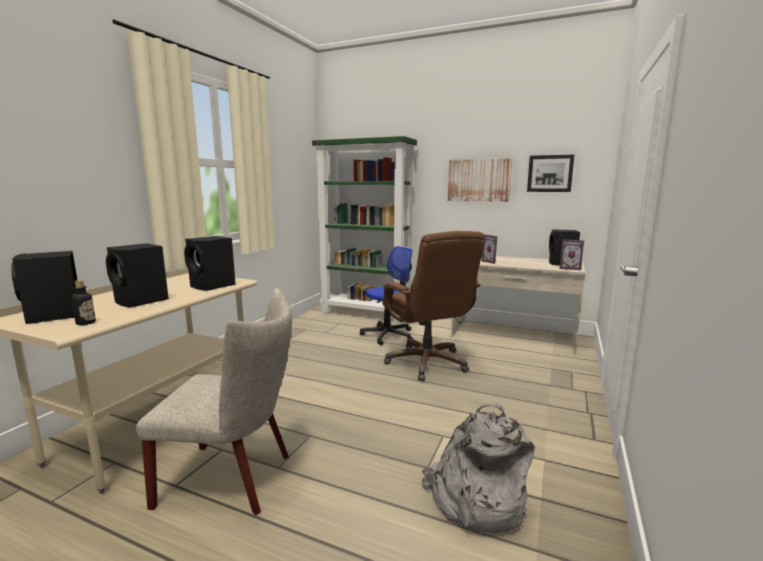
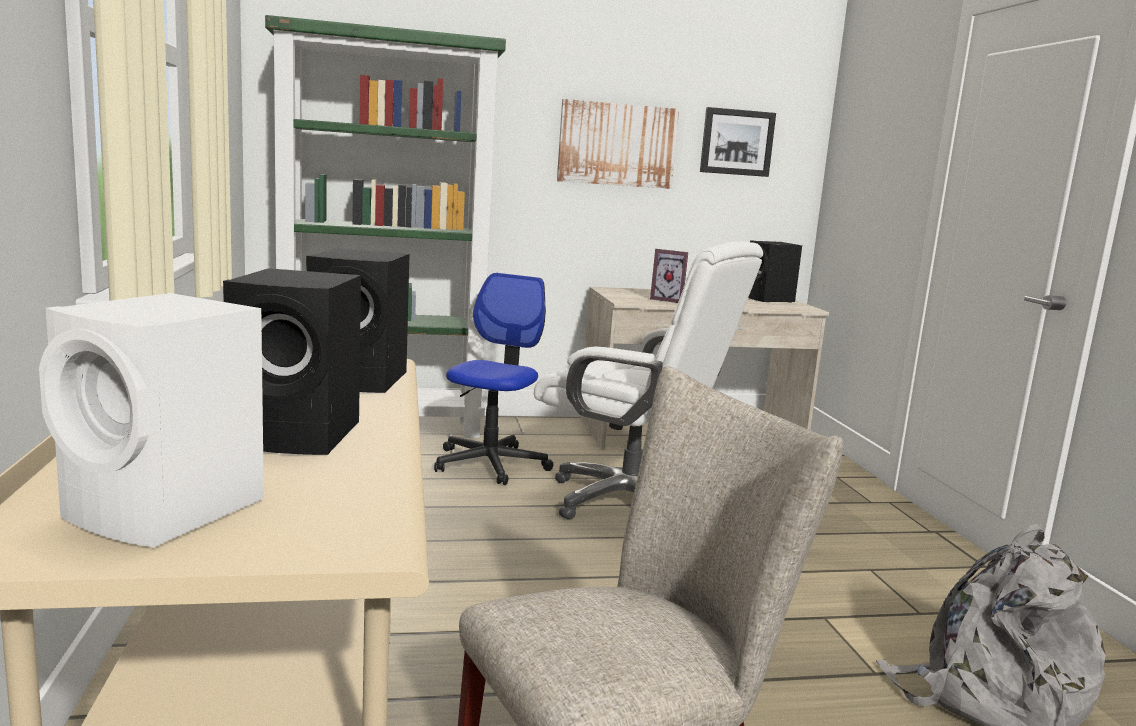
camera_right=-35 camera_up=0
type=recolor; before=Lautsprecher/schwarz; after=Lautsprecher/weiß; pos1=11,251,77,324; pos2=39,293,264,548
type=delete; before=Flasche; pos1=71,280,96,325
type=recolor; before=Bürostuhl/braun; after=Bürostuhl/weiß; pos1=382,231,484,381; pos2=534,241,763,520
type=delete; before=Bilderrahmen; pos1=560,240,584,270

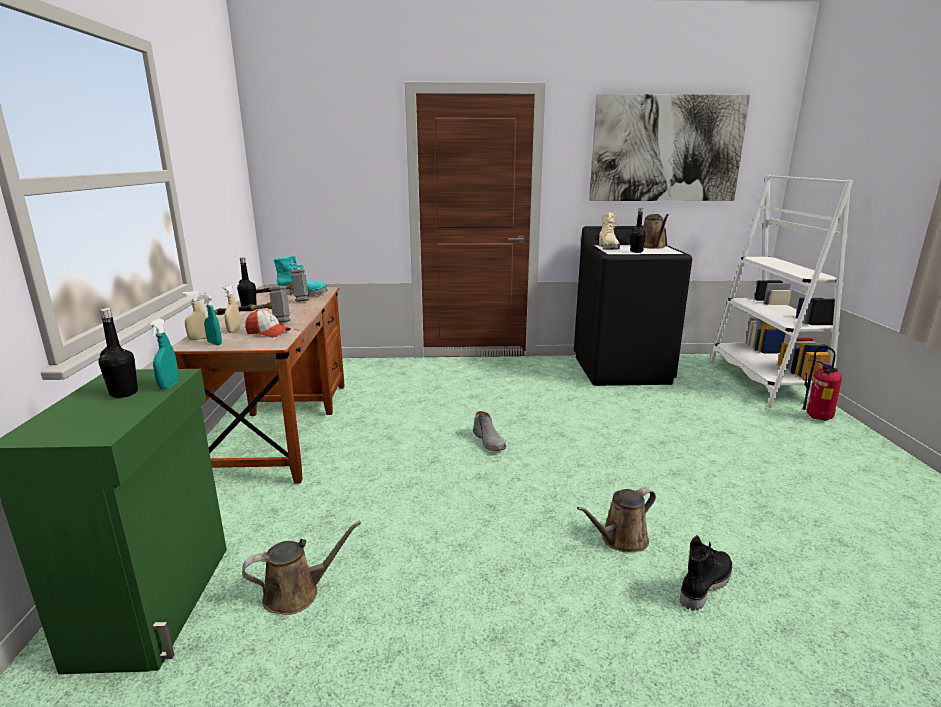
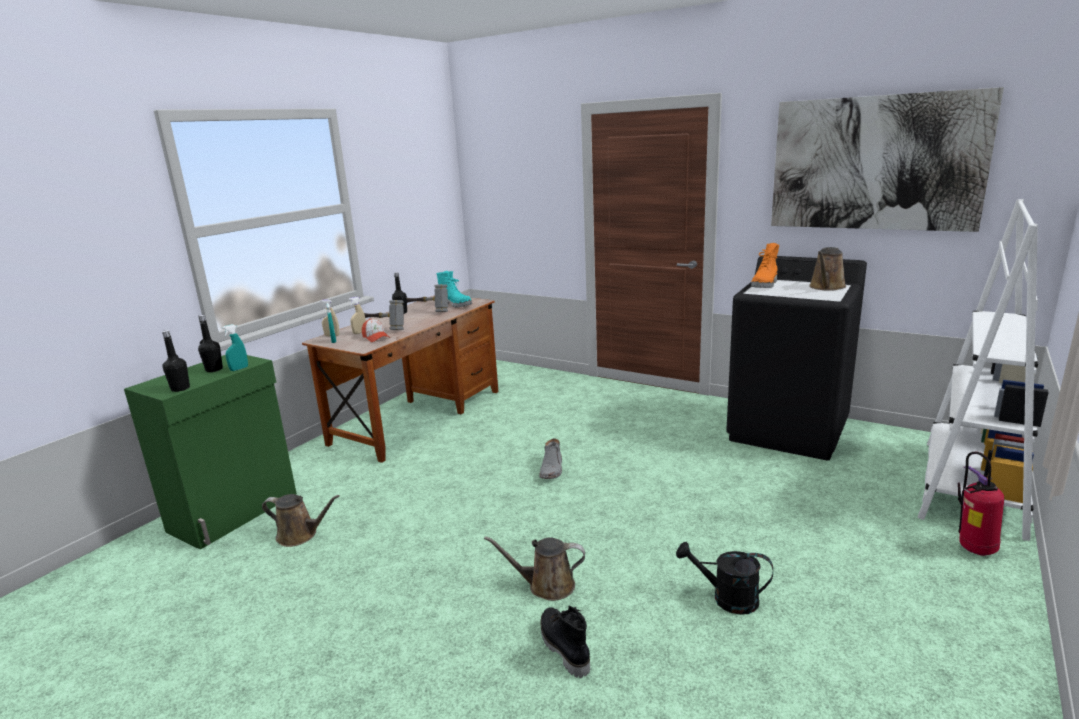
camera_right=35 camera_up=0
type=recolor; before=Stiefel/beige; after=Stiefel/orange; pos1=599,212,620,250; pos2=751,243,779,288
type=move; before=Flasche/schwarz; pos1=630,208,646,253; pos2=162,330,190,392
type=rotate; before=Stiefel/schwarz; pos1=680,535,732,611; pos2=541,605,590,678; turn=-105
type=insert; after=Gießkanne/schwarz; pos2=676,542,773,615

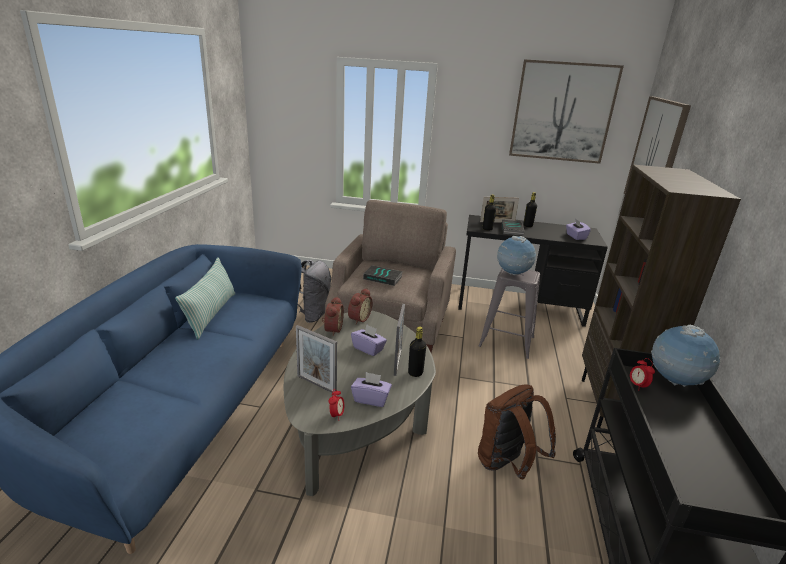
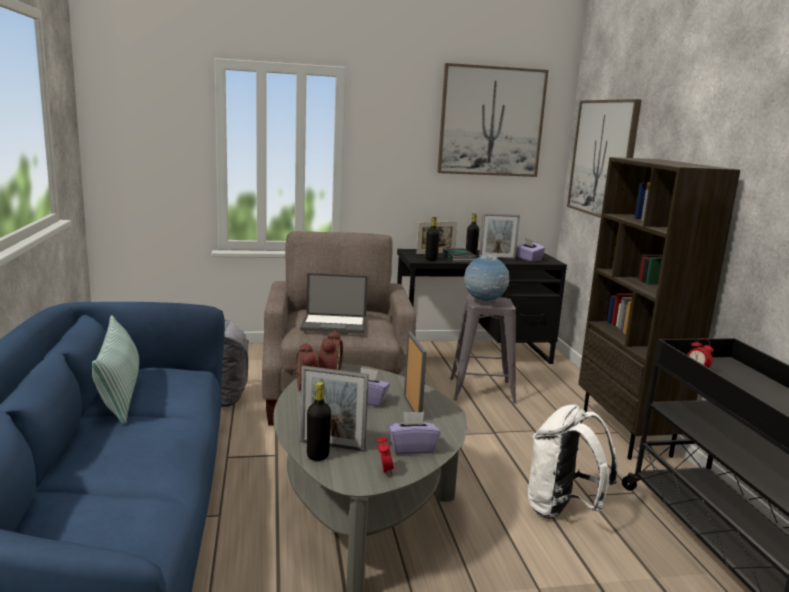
camera_right=-20 camera_up=-10
type=replace; before=Buch; after=Laptop; pos1=363,265,403,286; pos2=300,273,368,334
type=move; before=Flasche/schwarz; pos1=408,326,426,377; pos2=307,382,331,461
type=recolor; before=Rucksack/braun; after=Rucksack/weiß; pos1=478,384,556,479; pos2=528,404,618,519
type=delete; before=Globus; pos1=651,325,721,387
type=insert; after=Bilderrahmen; pos2=479,213,520,259

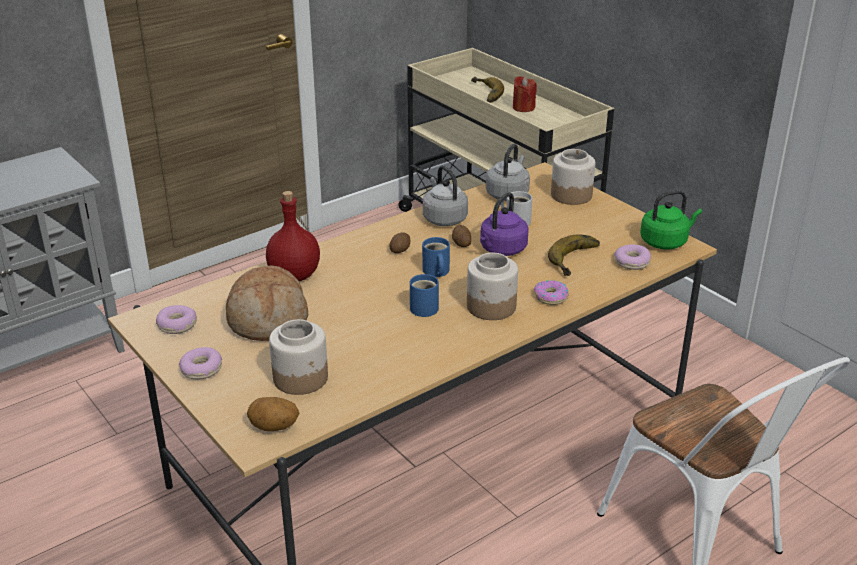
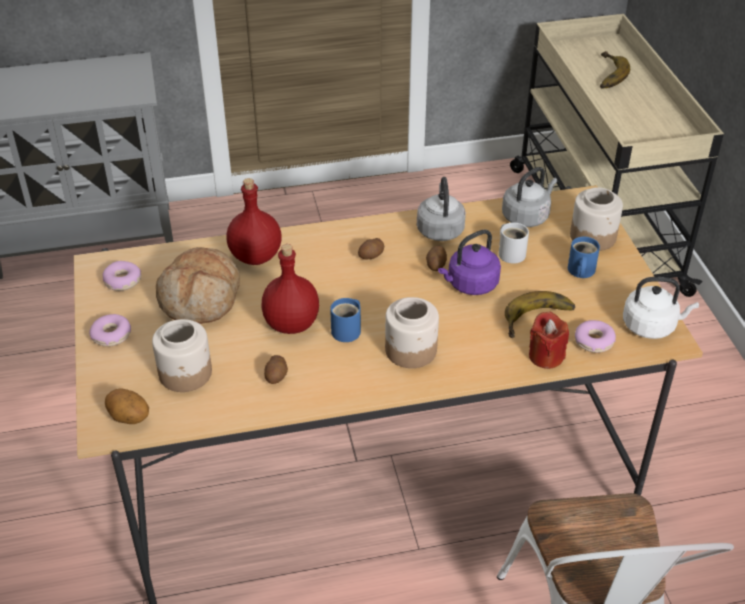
camera_right=25 camera_up=10
type=move; before=Henkelbecher/blau; pos1=422,237,450,277; pos2=568,237,600,278
type=move; before=Kerze/rot; pos1=513,76,537,112; pos2=529,311,569,369
type=delete; before=Donut; pos1=534,280,568,305
type=recolor; before=Wasserkessel/grün; after=Wasserkessel/weiß; pos1=640,190,702,250; pos2=623,277,699,339
type=insert; after=Flasche/rot; pos2=261,244,319,334
type=insert; after=Kartoffel; pos2=264,355,288,384

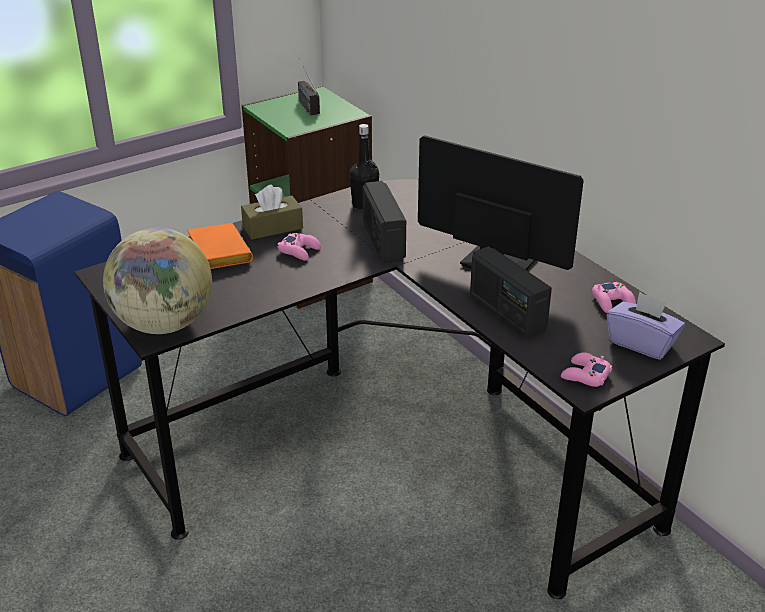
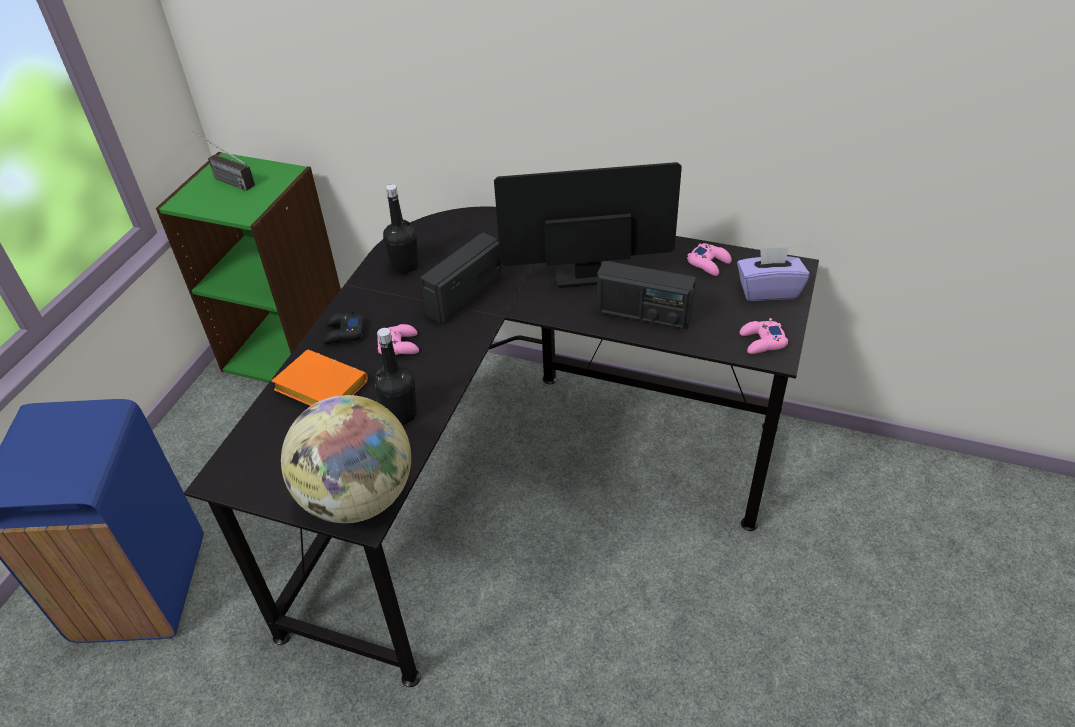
camera_right=-35 camera_up=10
type=replace; before=Taschentuchbox/braun; after=Gamepad/schwarz; pos1=241,185,303,239; pos2=323,310,364,344
type=rotate; before=Radio; pos1=363,181,406,263; pos2=420,232,502,324; turn=90
type=insert; after=Flasche/schwarz; pos2=374,328,417,425

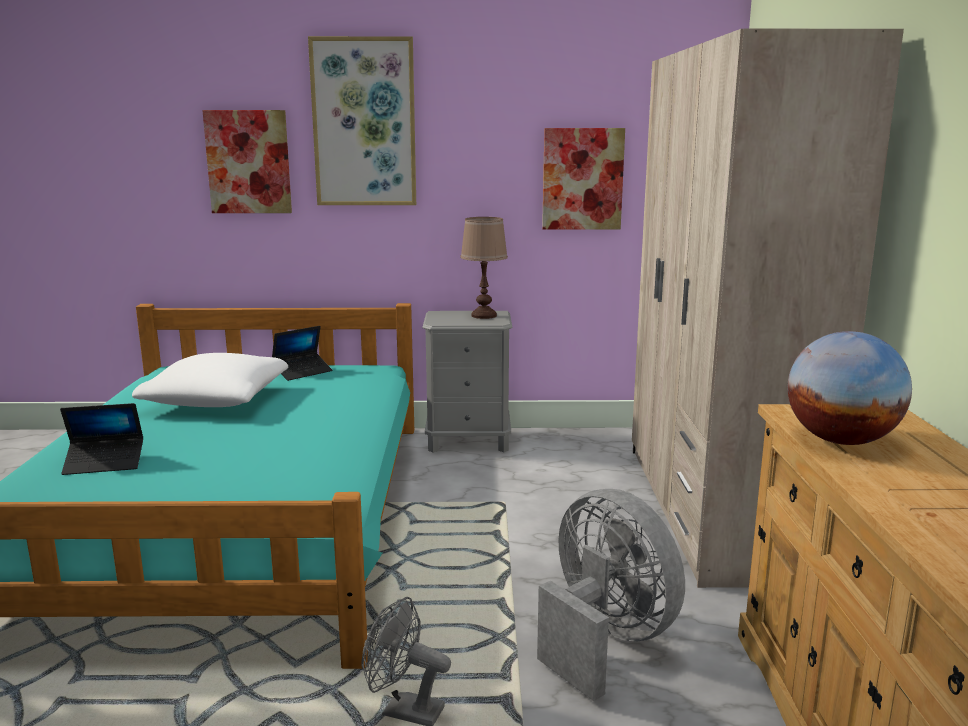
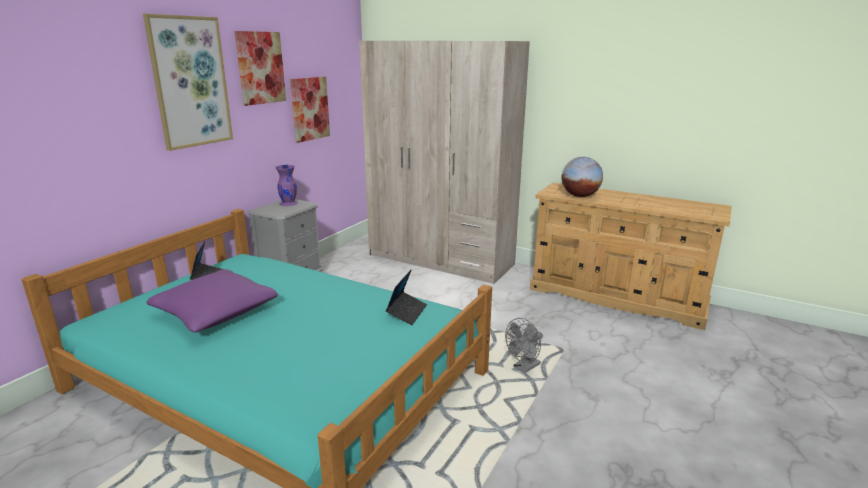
camera_right=-60 camera_up=5
type=move; before=Laptop; pos1=60,403,143,475; pos2=386,269,427,325
type=recolor; before=Kissen/weiß; after=Kissen/lila; pos1=132,353,288,407; pos2=146,269,278,333
type=move; before=Bild; pos1=202,110,292,213; pos2=234,31,286,106
type=replace; before=Tischlampe/braun; after=Vase/lila; pos1=460,217,508,319; pos2=276,165,298,206
type=delete; before=Ventilator/grau; pos1=537,489,685,701

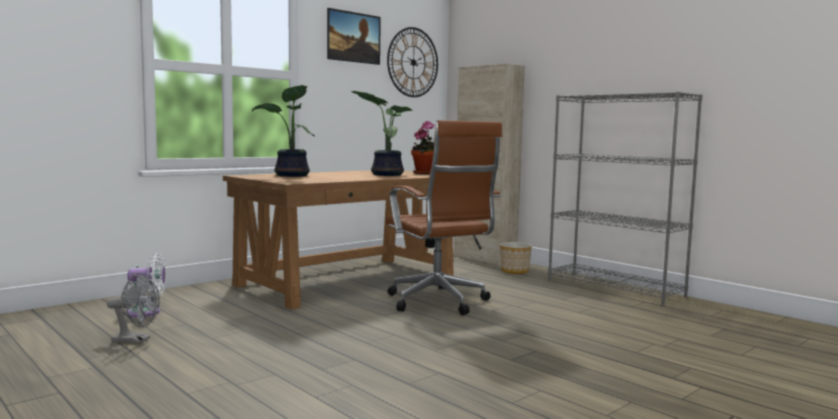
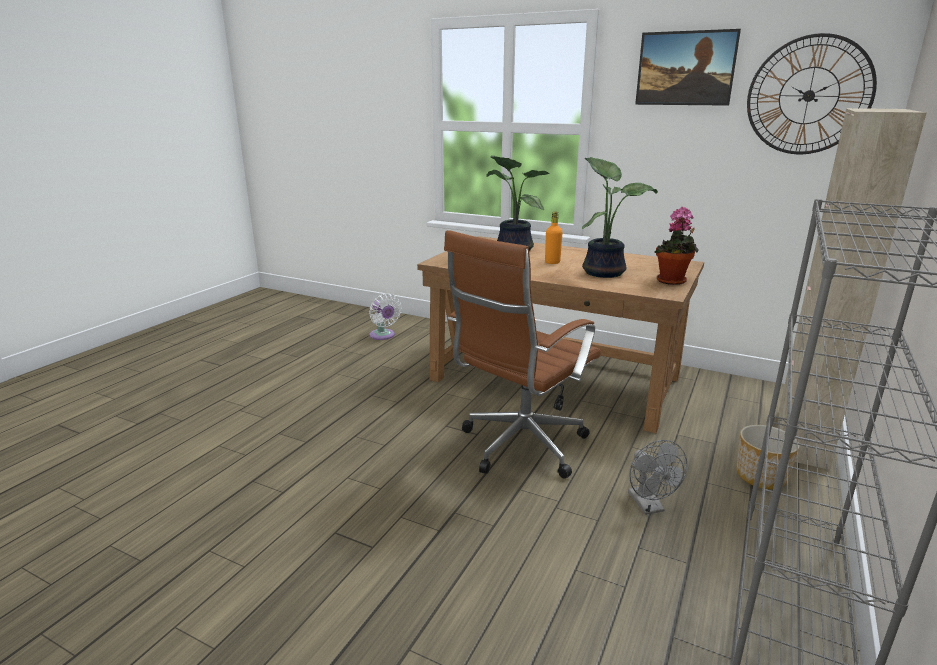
camera_right=70 camera_up=15
type=move; before=Ventilator/grau; pos1=107,273,160,344; pos2=628,440,687,515
type=insert; after=Flasche/orange; pos2=545,212,563,264

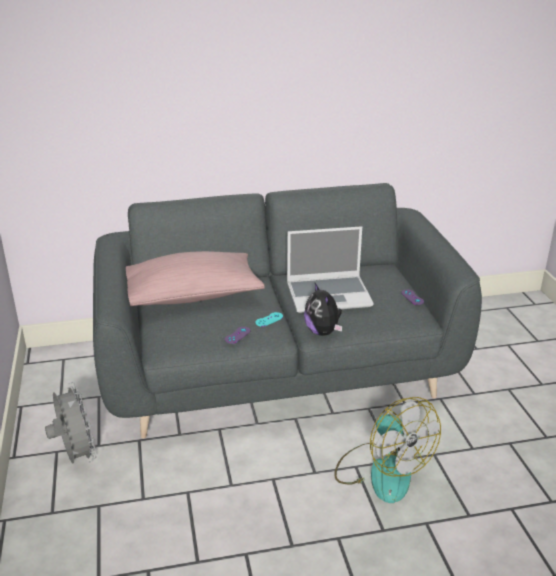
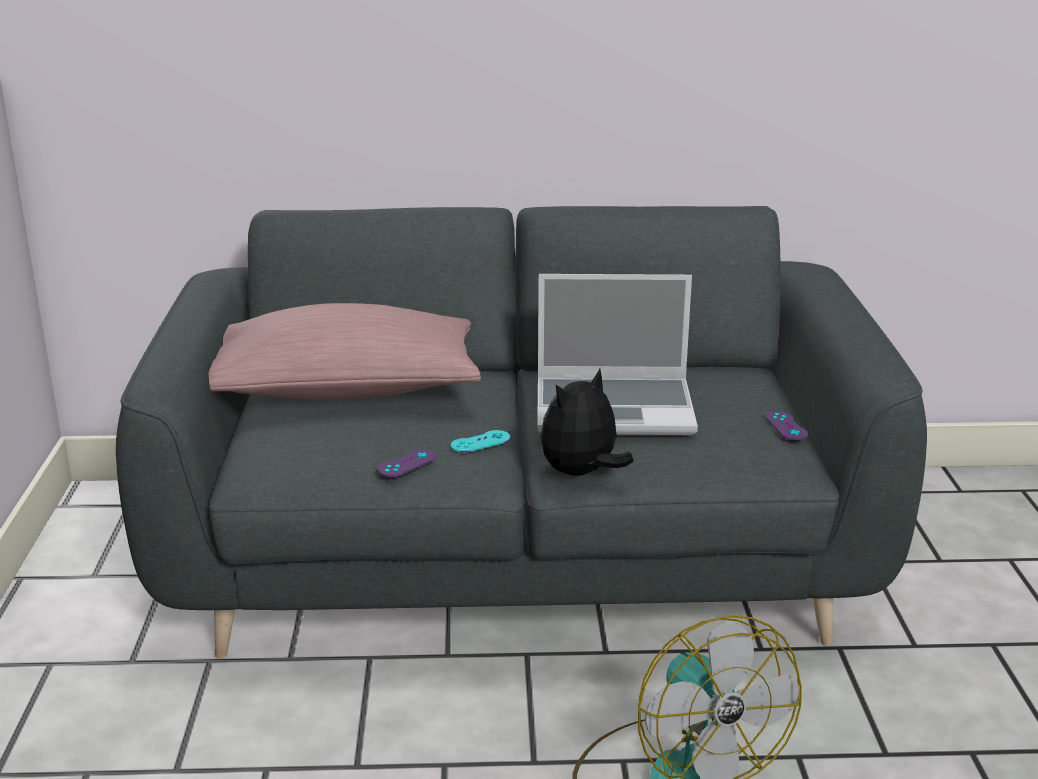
camera_right=10 camera_up=-5
type=delete; before=Ventilator/grau; pos1=45,382,96,463
type=rotate; before=Plüschtier; pos1=304,283,343,336; pos2=541,368,634,476; turn=60

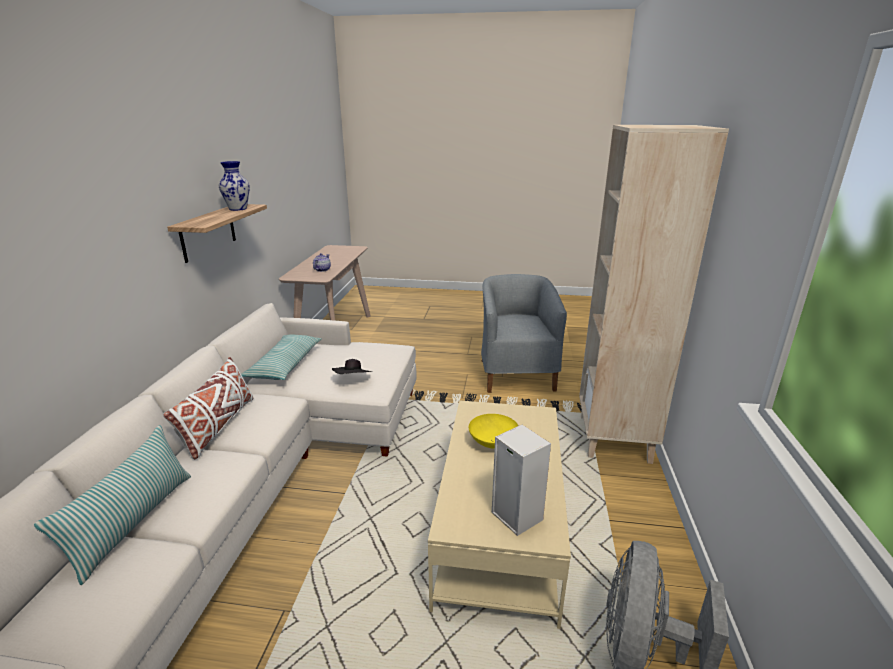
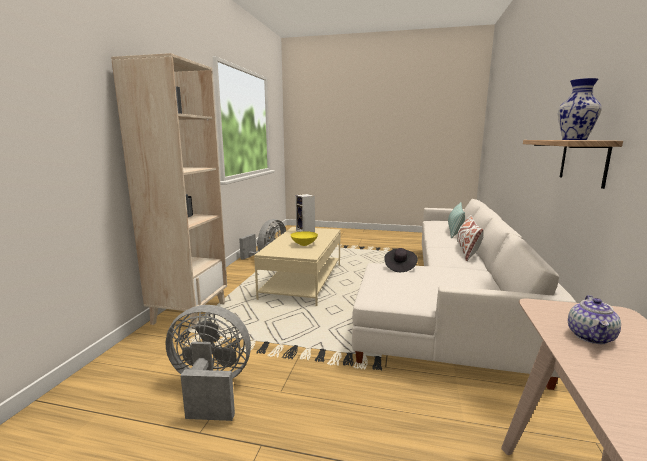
camera_right=-175 camera_up=-10
type=delete; before=Kissen; pos1=241,334,322,380
type=replace; before=Sessel/grau; after=Ventilator/grau; pos1=481,274,567,393; pos2=166,305,251,421

